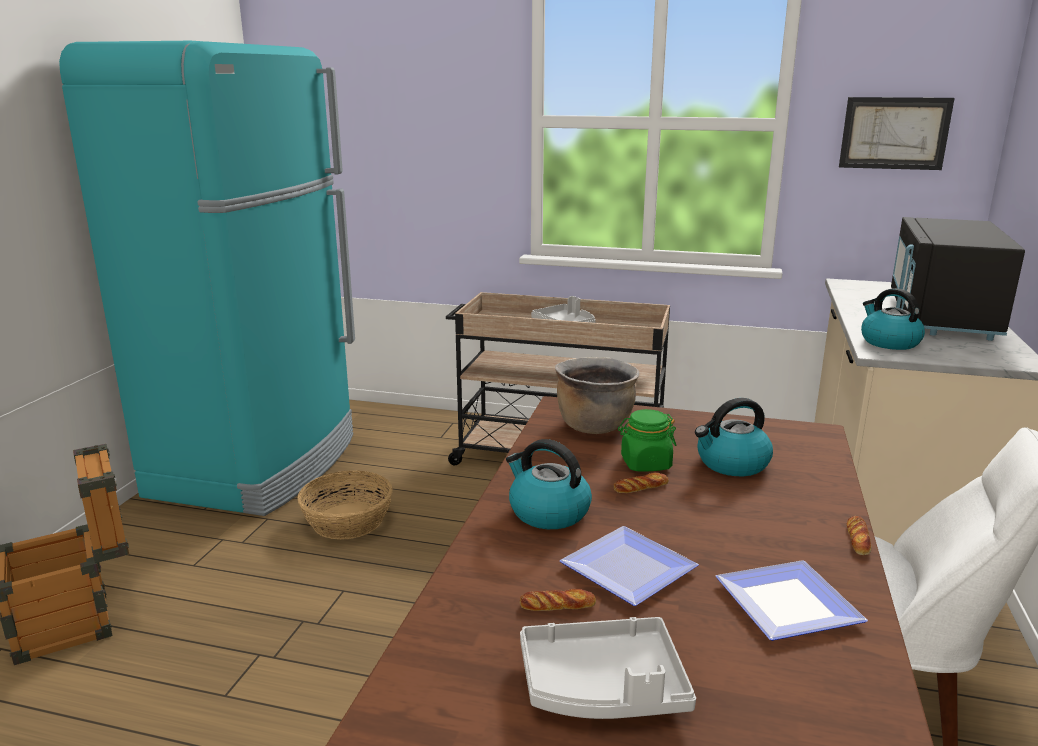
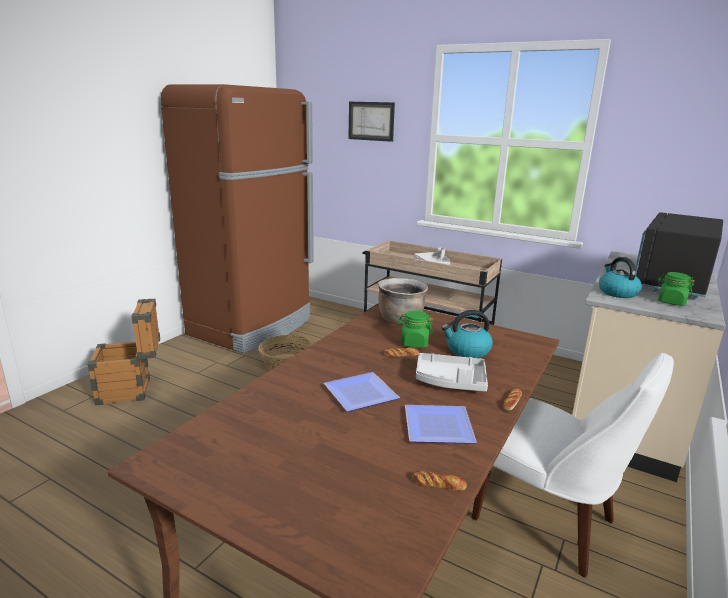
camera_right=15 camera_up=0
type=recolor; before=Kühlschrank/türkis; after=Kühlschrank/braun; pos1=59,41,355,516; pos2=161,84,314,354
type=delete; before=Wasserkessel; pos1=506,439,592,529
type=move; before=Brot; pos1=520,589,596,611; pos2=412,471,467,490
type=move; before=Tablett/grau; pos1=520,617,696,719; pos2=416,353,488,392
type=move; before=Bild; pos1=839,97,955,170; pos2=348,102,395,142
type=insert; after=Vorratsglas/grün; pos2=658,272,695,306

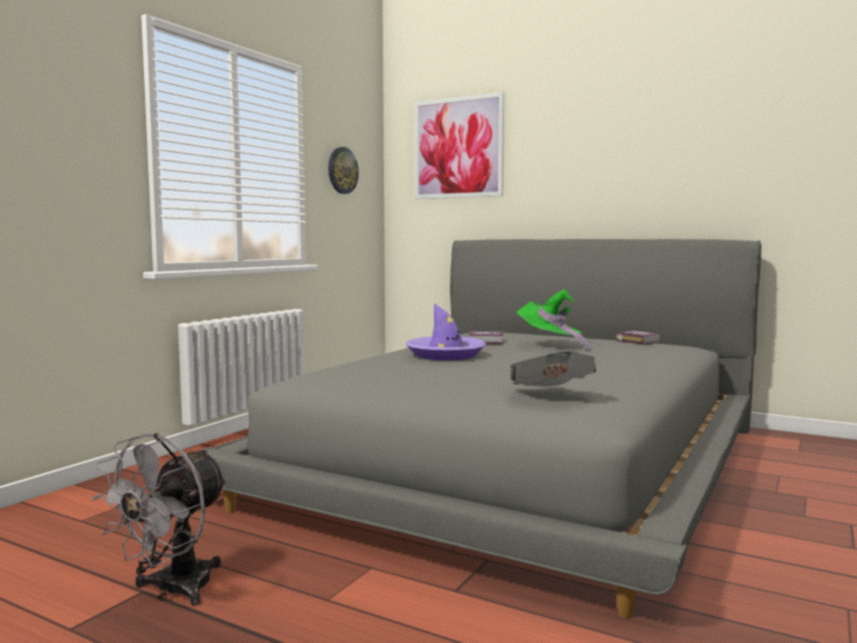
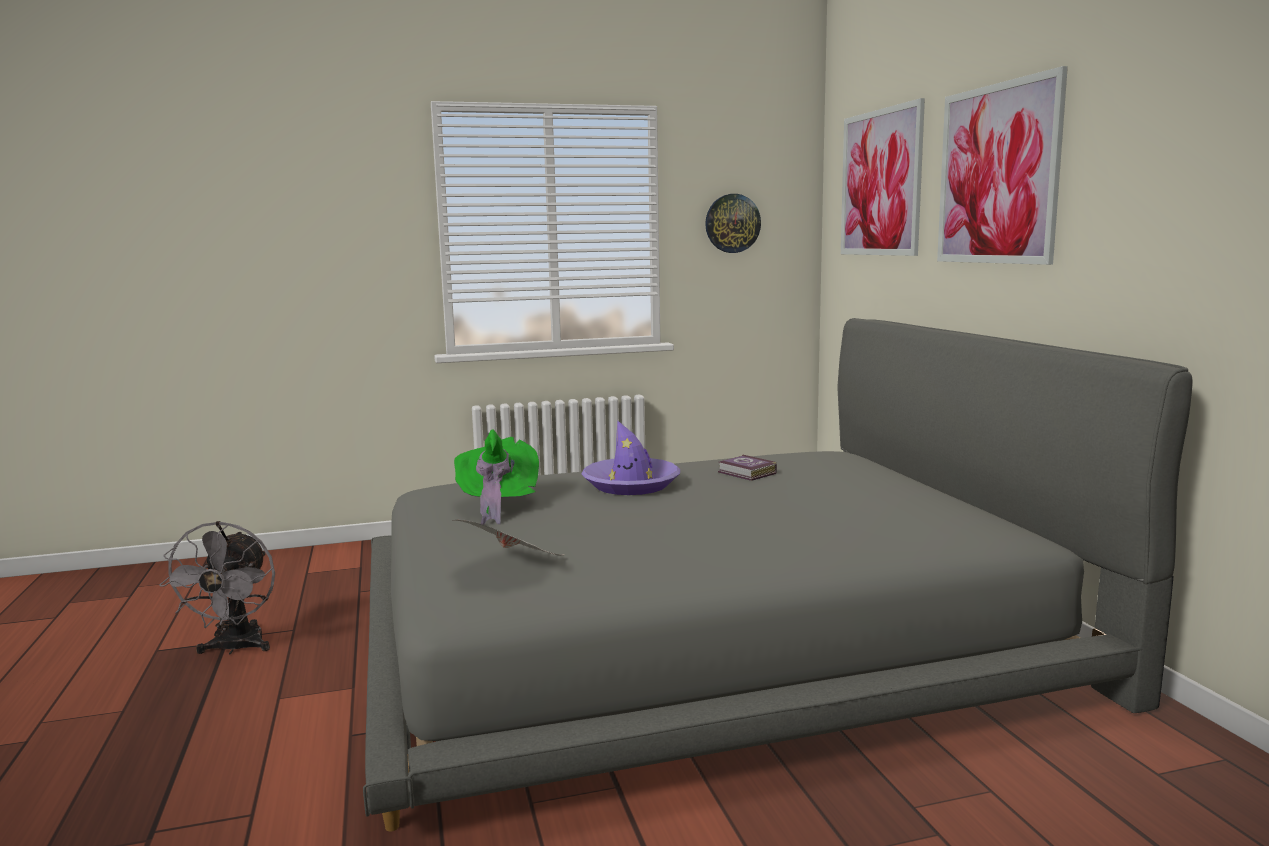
camera_right=45 camera_up=5
type=rotate; before=Ventilator/grau; pos1=92,433,228,606; pos2=159,521,275,654; turn=-75
type=move; before=Hut/grün; pos1=516,289,592,351; pos2=454,430,539,525
type=delete; before=Buch; pos1=616,330,661,345
type=insert; after=Bild; pos2=937,66,1068,265

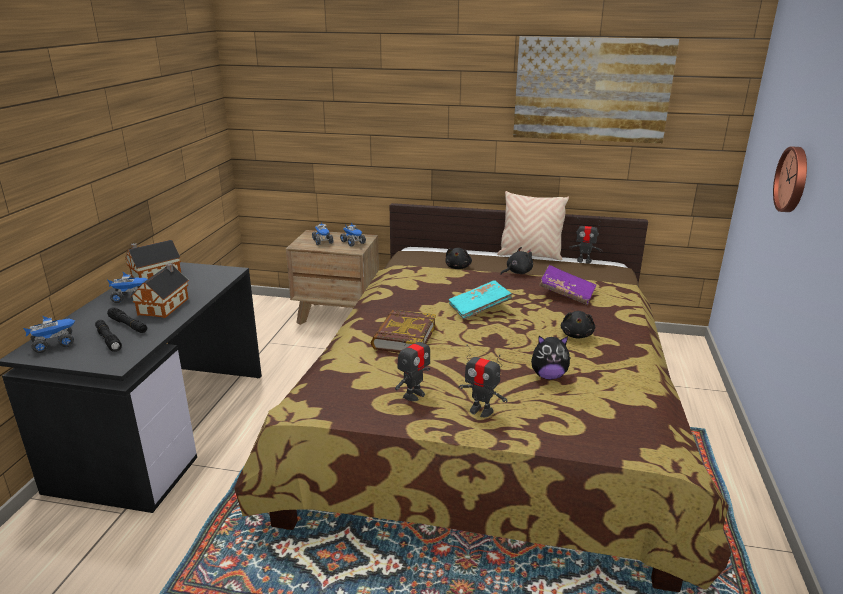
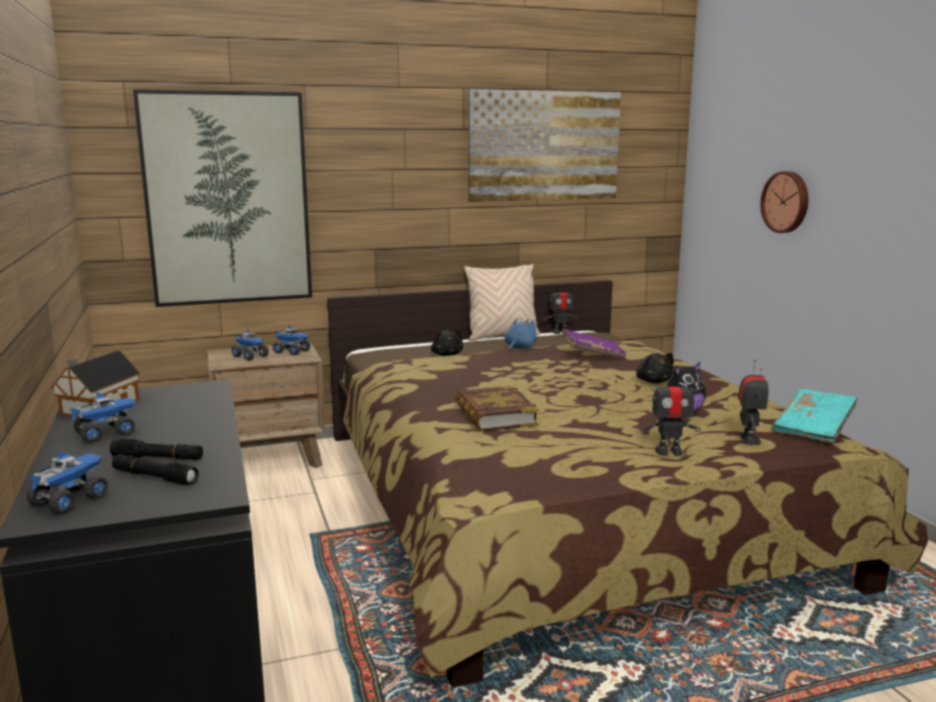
camera_right=-30 camera_up=-10
type=delete; before=Spielzeughaus; pos1=131,263,189,318
type=move; before=Spielzeugroboter; pos1=395,330,430,401; pos2=738,360,769,445
type=move; before=Buch/türkis; pos1=449,280,513,319; pos2=772,389,858,444
type=recolor; before=Plüschtier/schwarz; after=Plüschtier/blau; pos1=500,247,533,275; pos2=504,318,537,351
type=insert; after=Bild; pos2=133,89,312,307

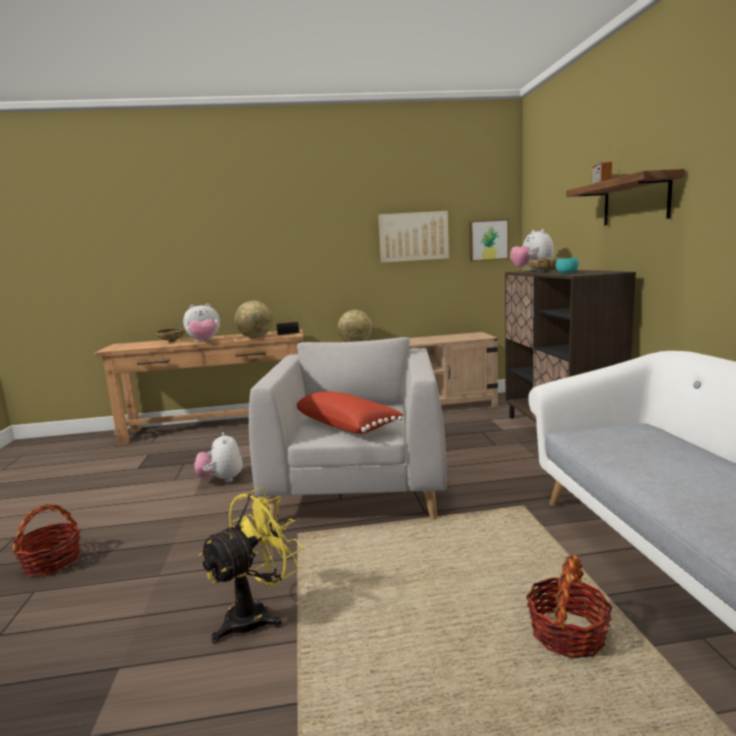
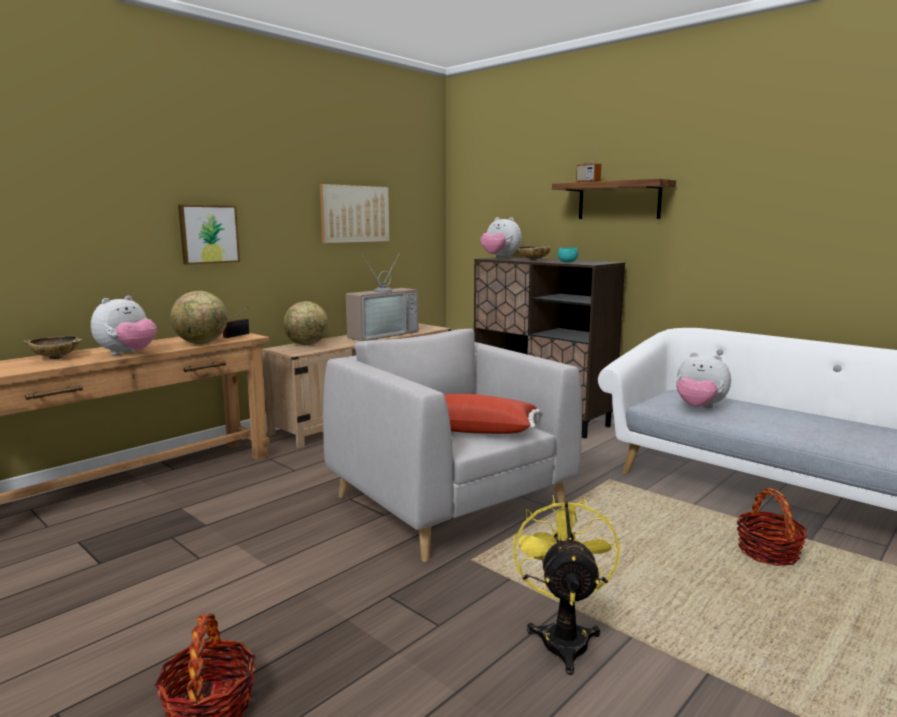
camera_right=-40 camera_up=0
type=move; before=Plüschtier; pos1=195,432,243,482; pos2=676,352,731,408
type=move; before=Bild; pos1=469,219,509,262; pos2=178,205,240,265
type=insert; after=Fernseher; pos2=346,253,419,341

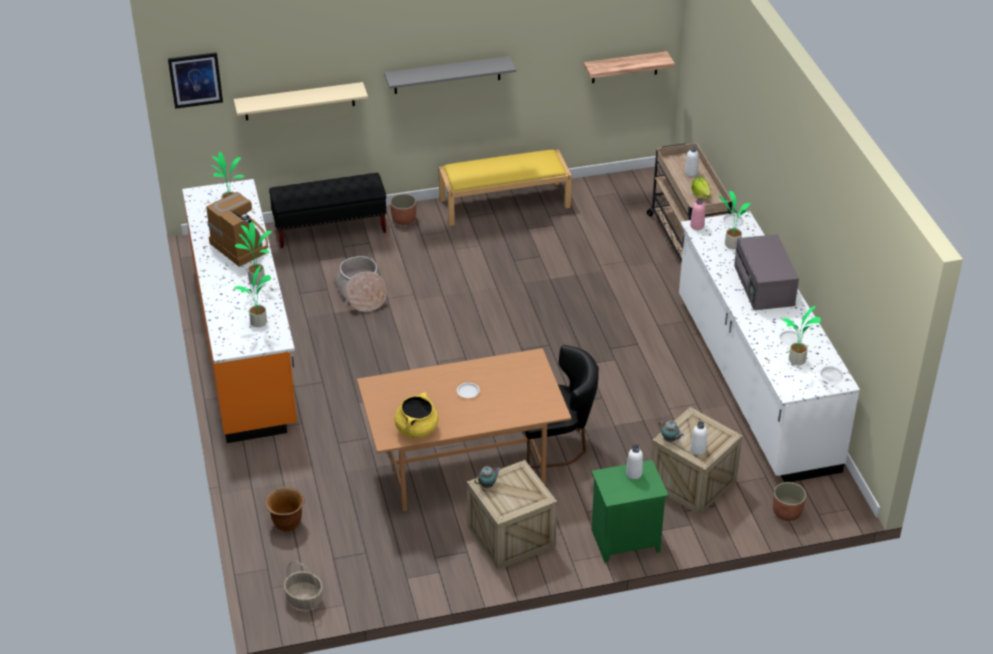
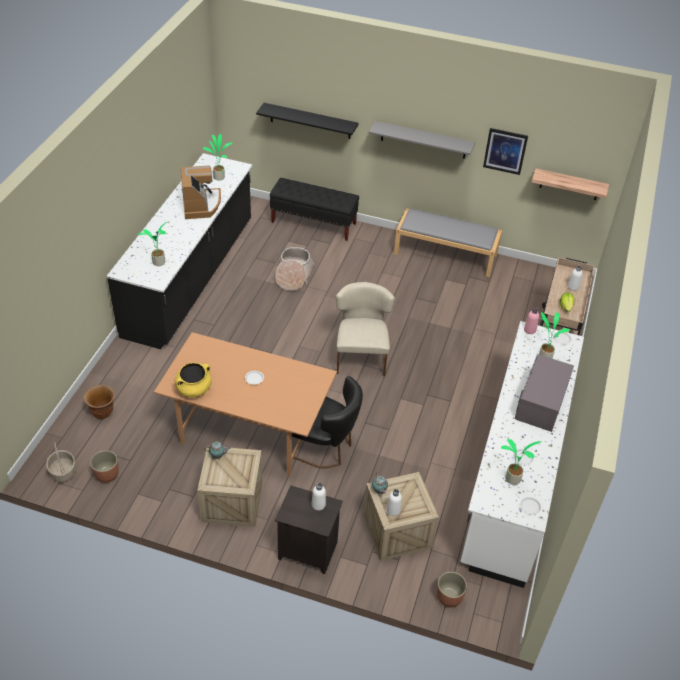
camera_right=30 camera_up=5
type=move; before=Bild; pos1=168,52,223,109; pos2=483,128,528,175
type=recolor; before=Küchenzeile/orange; after=Küchenzeile/schwarz; pos1=182,179,297,443; pos2=107,153,252,349
type=recolor; before=Wandregal/beige; after=Wandregal/schwarz; pos1=234,82,368,120; pos2=256,103,358,139
type=delete; before=Topfpflanze; pos1=235,222,272,285
type=move; before=Pflanzkübel; pos1=390,194,416,225; pos2=90,450,119,483
type=recolor; before=Bank/gelb; after=Bank/grau; pos1=439,150,572,226; pos2=394,208,502,277
type=recolor; before=Nachttisch/grün; after=Nachttisch/schwarz; pos1=591,460,669,563; pos2=275,485,343,574
type=insert; after=Stuhl/beige; pos2=336,282,395,376

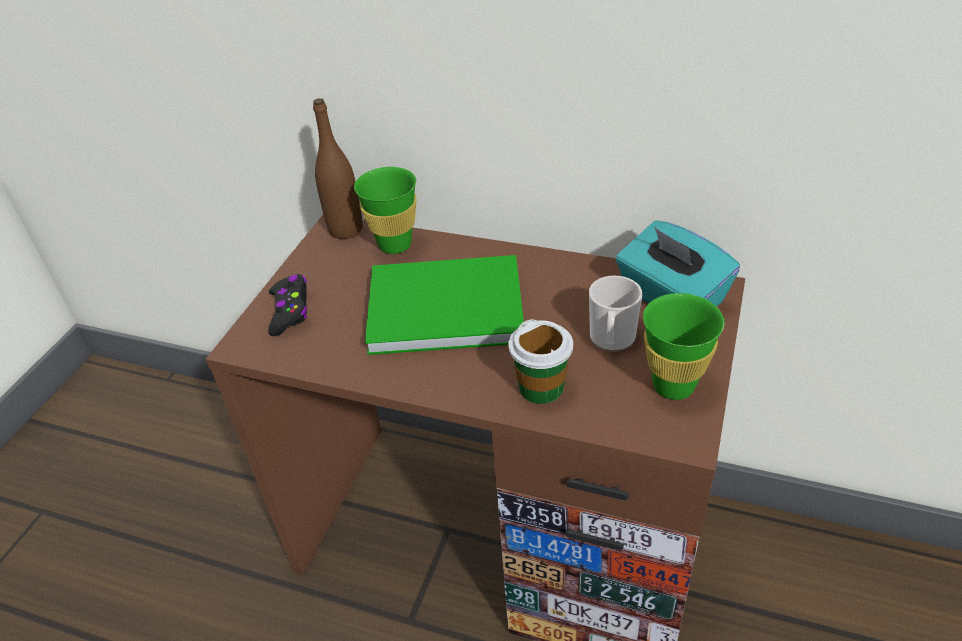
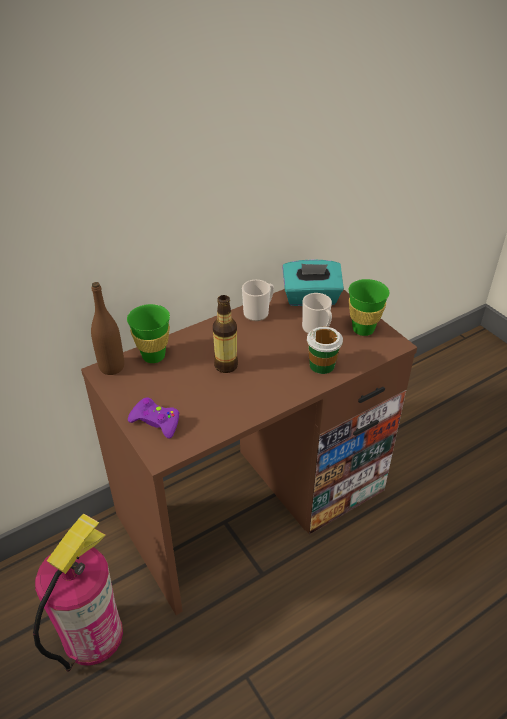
camera_right=-55 camera_up=0
type=recolor; before=Gamepad/schwarz; after=Gamepad/lila; pos1=268,274,307,336; pos2=128,397,179,439
type=replace; before=Buch/grün; after=Flasche; pos1=365,255,524,355; pos2=213,295,238,373
type=insert; after=Feuerlöscher; pos2=33,514,123,671
type=insert; after=Henkelbecher; pos2=242,280,274,321

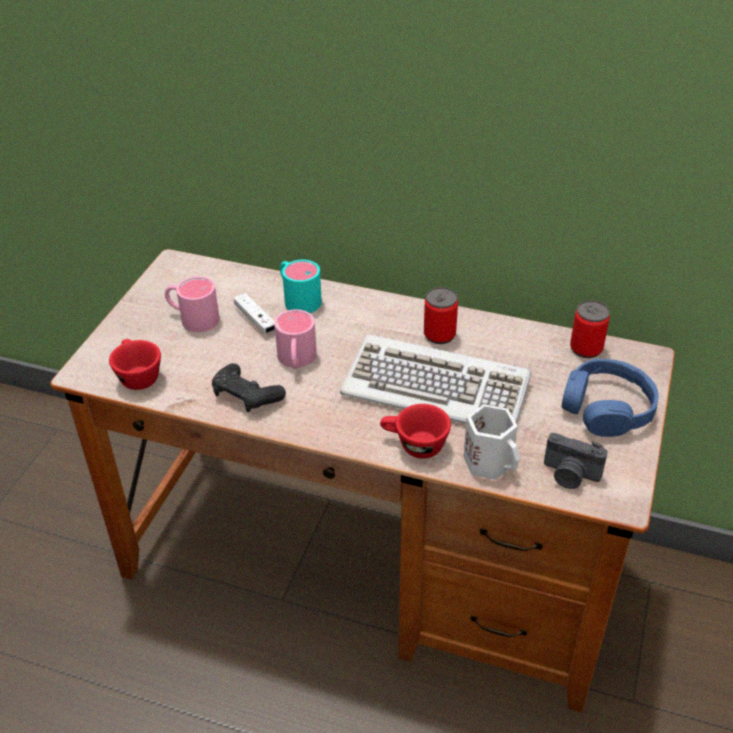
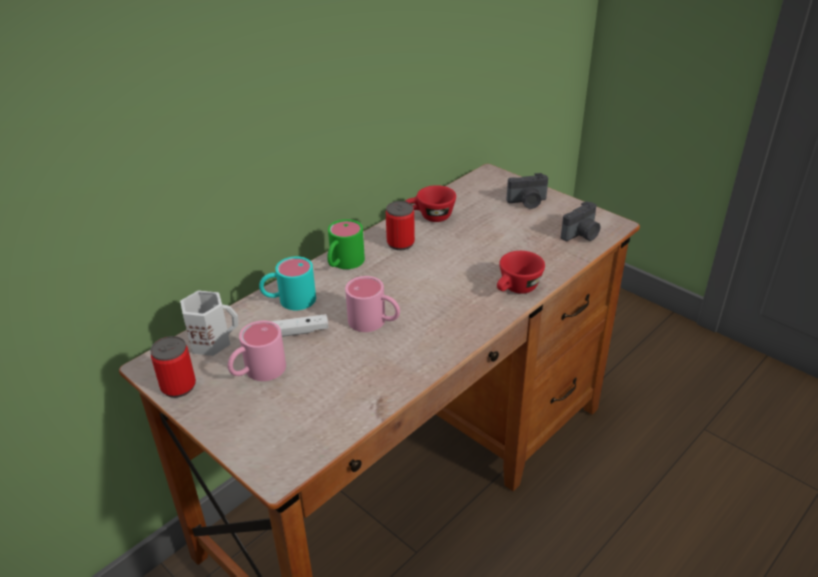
camera_right=-65 camera_up=-5
type=move; before=Tasse/rot; pos1=109,339,161,390; pos2=406,185,456,222
type=delete; before=Gamepad/schwarz; pos1=212,363,286,412
type=delete; before=Tastatur; pos1=340,334,532,424
type=move; before=Henkelbecher/weiß; pos1=463,404,520,480; pos2=180,290,238,356
type=replace; before=Kopfhörer/blau; after=Kamera; pos1=562,359,659,437; pos2=507,173,548,209
type=move; before=Dose; pos1=570,300,610,358; pos2=150,336,196,398
type=insert; after=Henkelbecher/grün; pos2=327,219,365,269

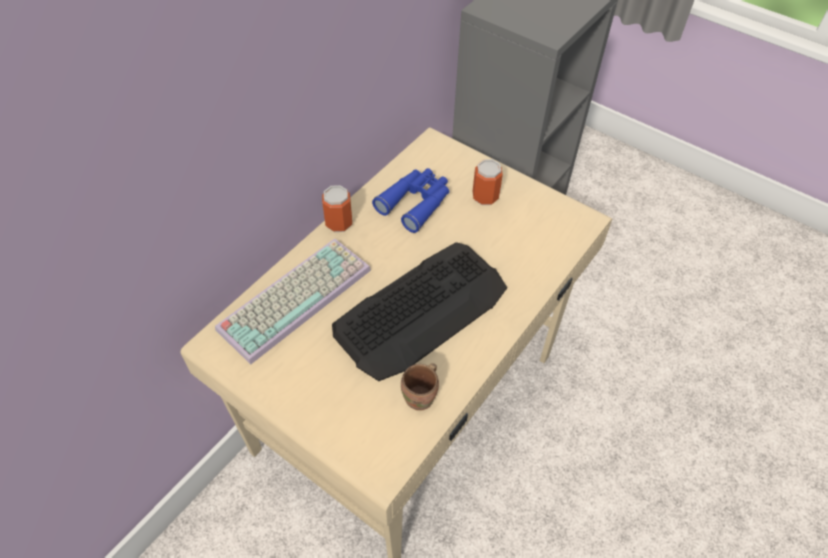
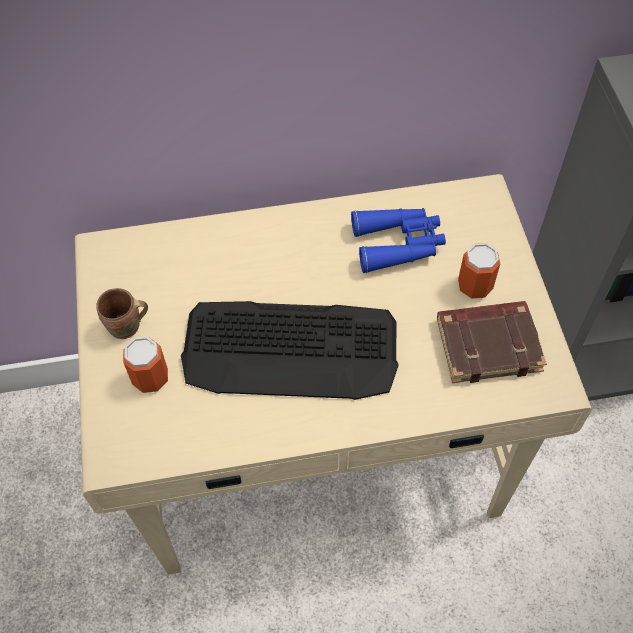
camera_right=45 camera_up=5
type=delete; before=Tastatur; pos1=215,239,371,365
type=move; before=Dose; pos1=322,185,352,232; pos2=123,336,168,393
type=move; before=Henkelbecher/braun; pos1=401,363,439,411; pos2=96,288,148,339
type=insert; after=Buch/braun; pos2=437,301,547,383

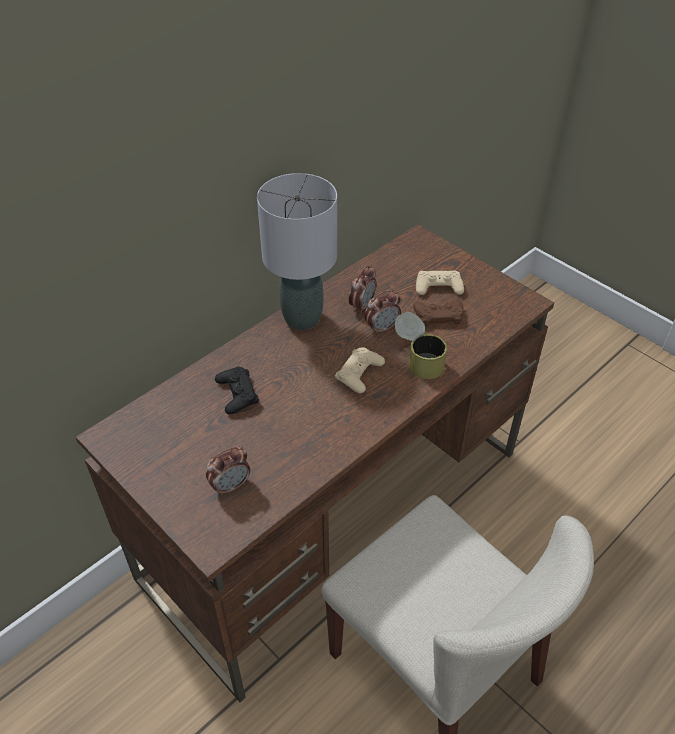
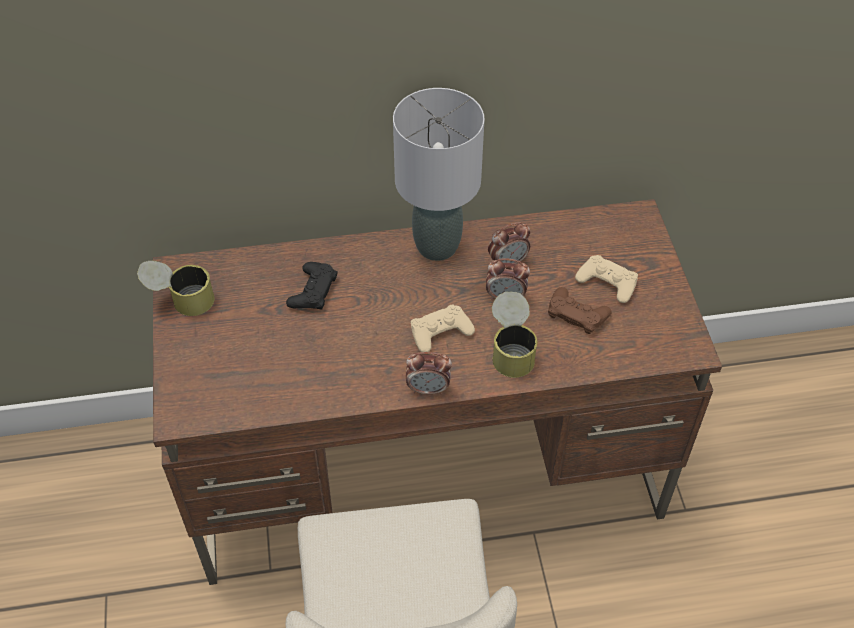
camera_right=35 camera_up=5
type=move; before=Wecker; pos1=206,446,250,496; pos2=406,352,452,395
type=insert; after=Dose; pos2=137,261,215,316

